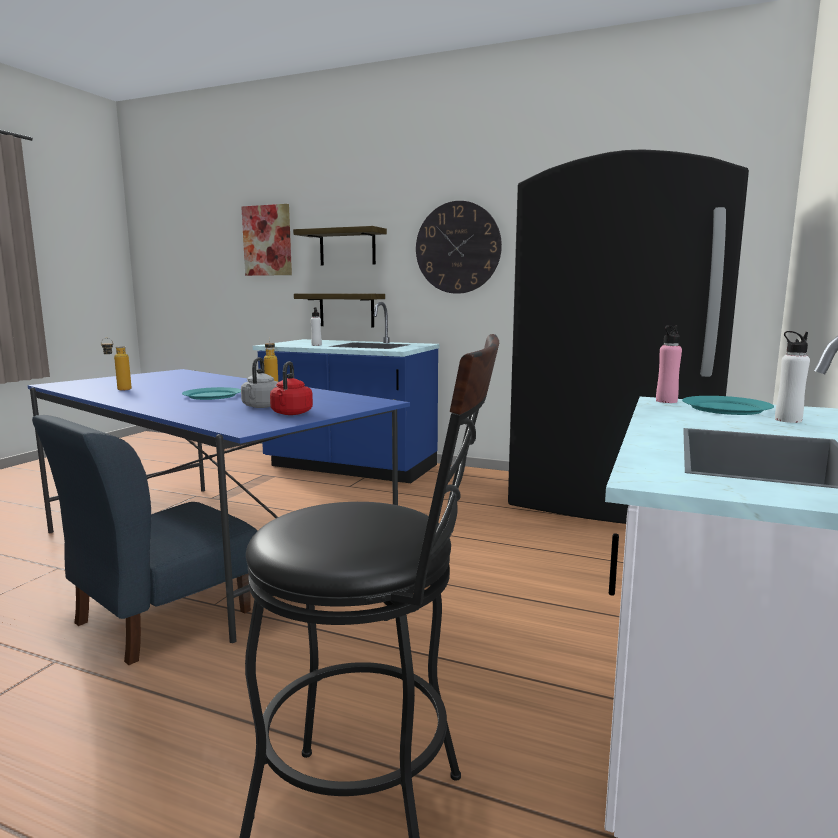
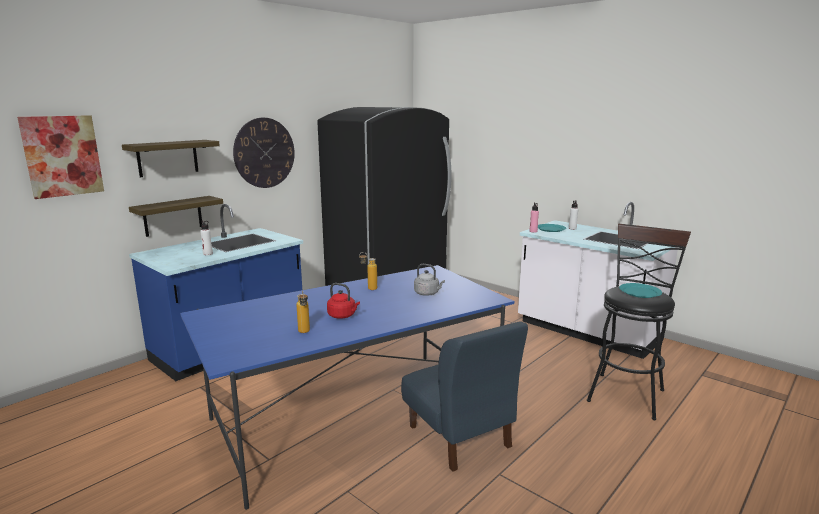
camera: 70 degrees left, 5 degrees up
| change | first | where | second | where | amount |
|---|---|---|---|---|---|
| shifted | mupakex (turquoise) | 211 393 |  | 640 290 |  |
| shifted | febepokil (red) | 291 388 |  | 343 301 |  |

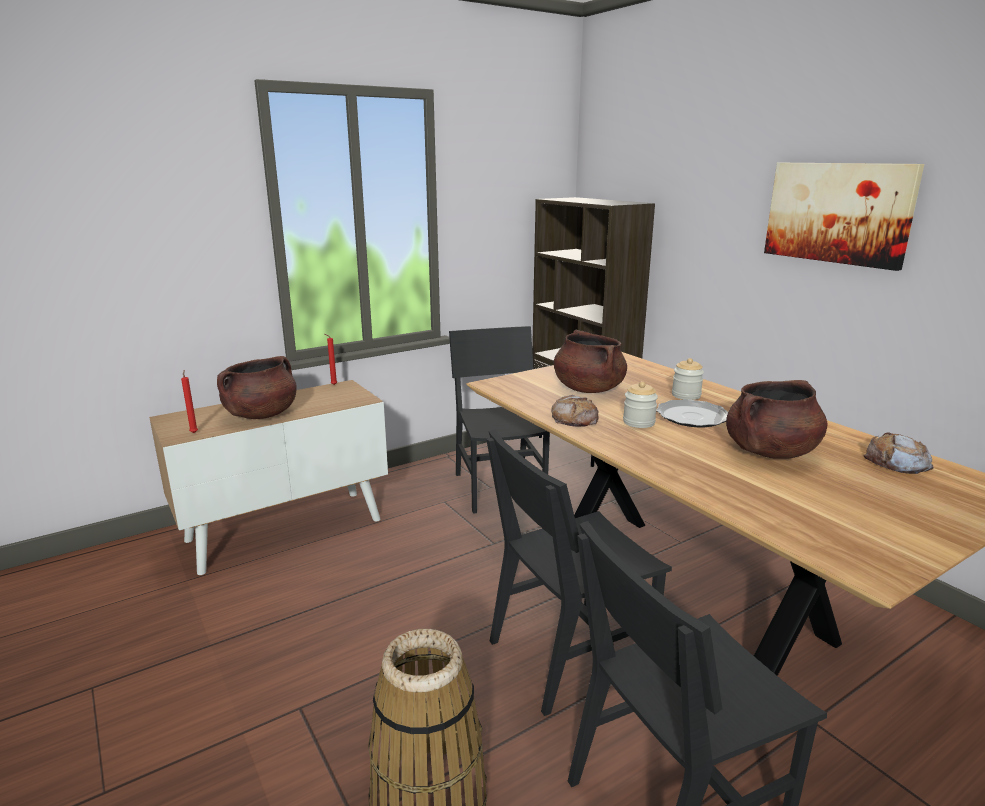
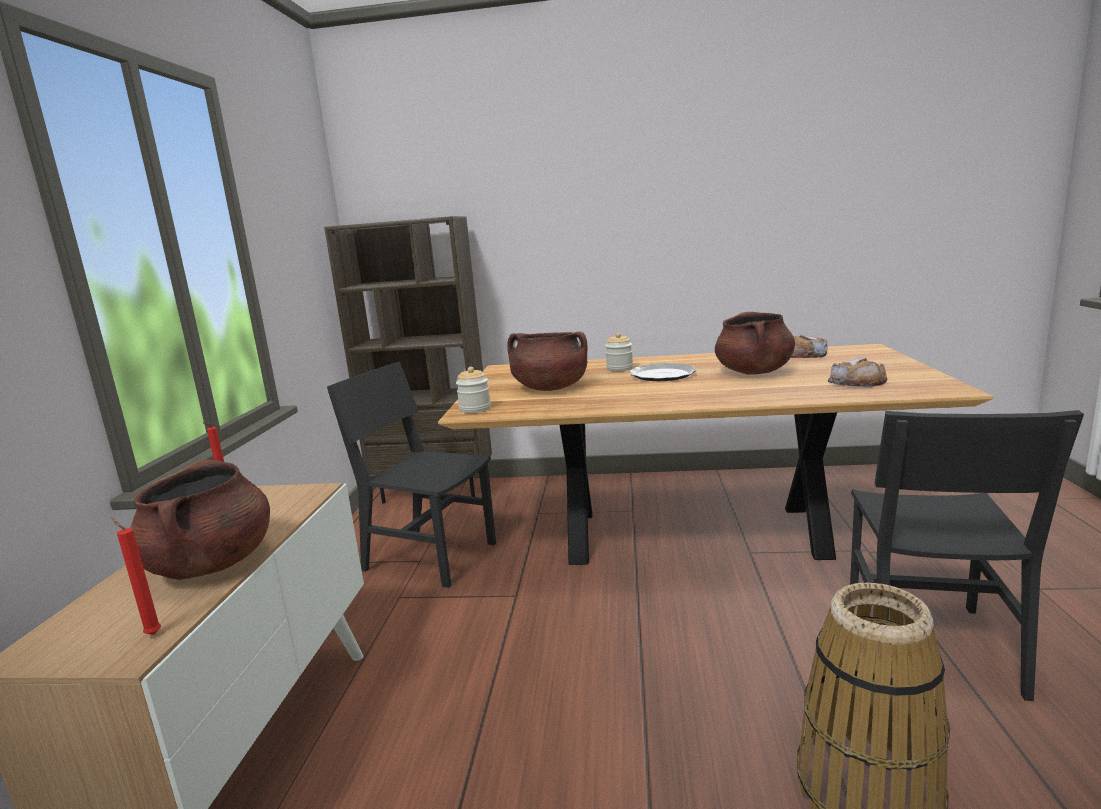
camera: 50 degrees left, 5 degrees down
| change | first | where | second | where | amount |
|---|---|---|---|---|---|
| gone | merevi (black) | 579 572 |  |  |  |
| shifted | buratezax | 575 411 |  | 857 372 |  |
| shifted | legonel | 640 404 |  | 473 390 |  |
| gone | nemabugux | 844 217 |  |  |  |

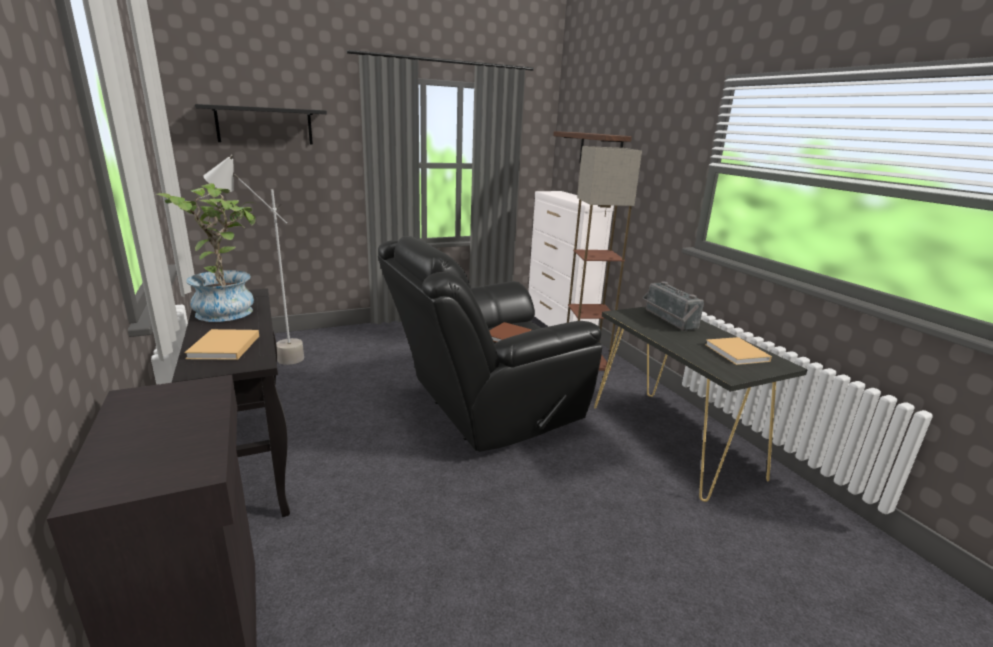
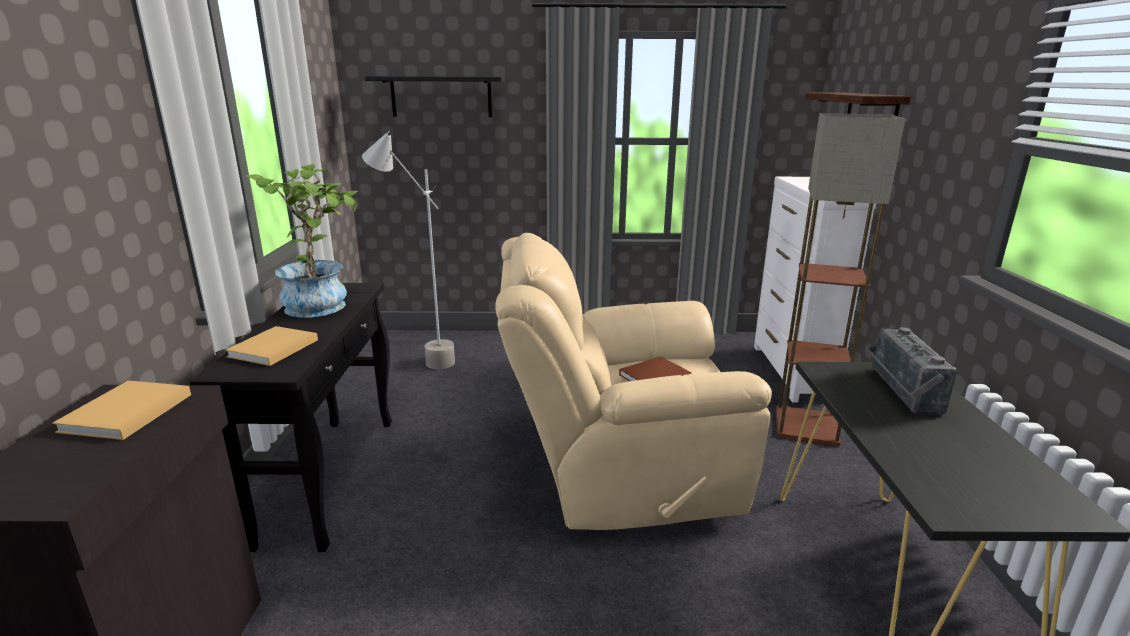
camera: 25 degrees right, 0 degrees up
| change | first | where | second | where | amount |
|---|---|---|---|---|---|
| repainted | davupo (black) | 490 344 | davupo (beige) | 633 381 |  |
| shifted | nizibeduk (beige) | 738 351 |  | 121 410 |  |

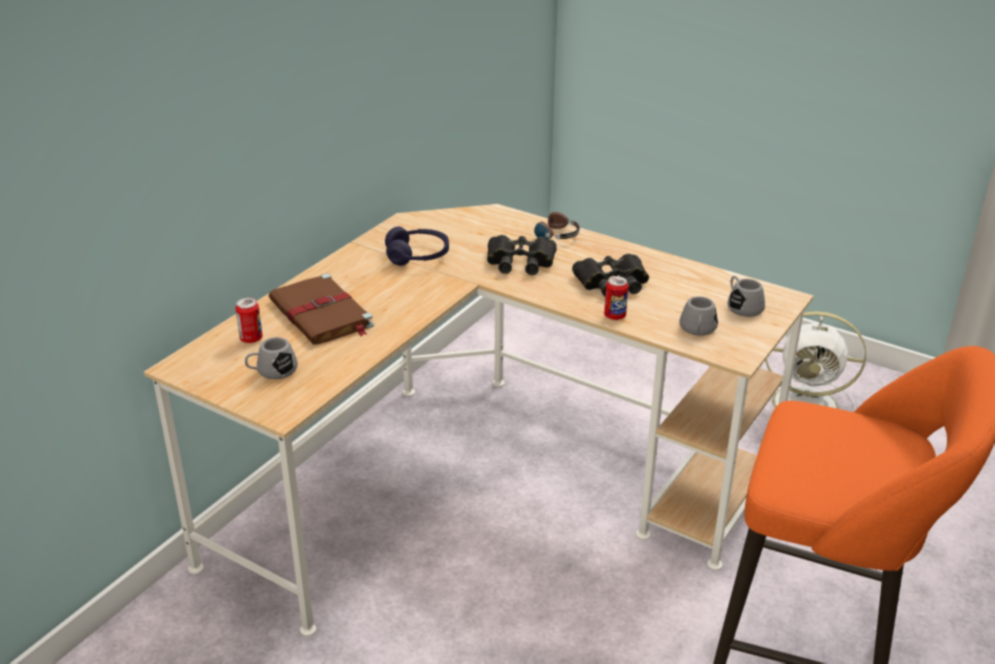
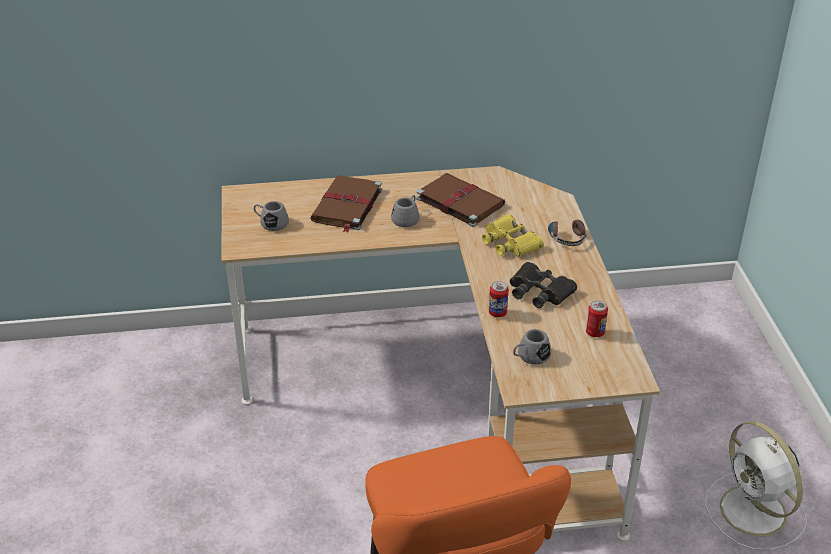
camera: 50 degrees right, 5 degrees up
| change | first | where | second | where | amount |
|---|---|---|---|---|---|
| shifted | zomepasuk | 249 320 |  | 597 318 |  |
| swapped | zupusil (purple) | 417 246 | nizibeduk (brown) | 460 200 |  |
| repainted | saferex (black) | 522 255 | saferex (yellow) | 513 235 |  |
| shifted | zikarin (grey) | 746 296 |  | 405 211 |  |

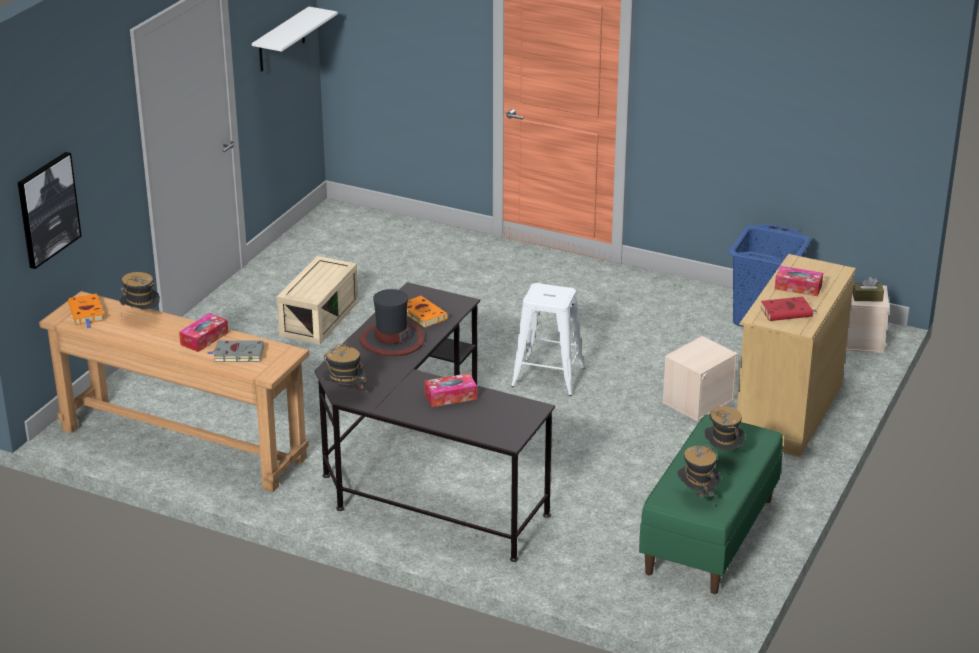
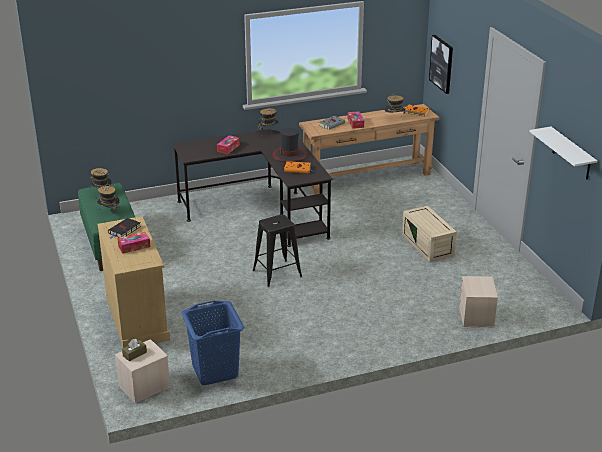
camera: 135 degrees right, 0 degrees up
| change | first | where | second | where | amount |
|---|---|---|---|---|---|
| repainted | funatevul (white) | 548 339 | funatevul (black) | 277 250 |  |
| shifted | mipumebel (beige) | 700 378 |  | 478 301 |  |
| repainted | nizibeduk (red) | 789 309 | nizibeduk (black) | 124 228 |  |

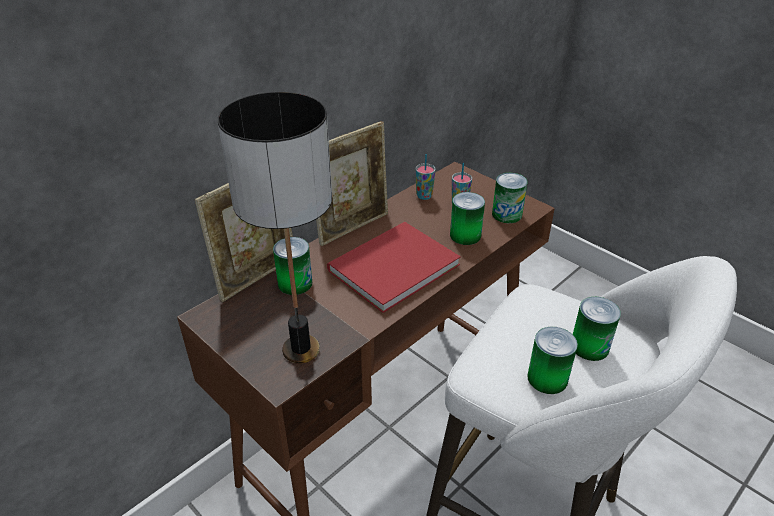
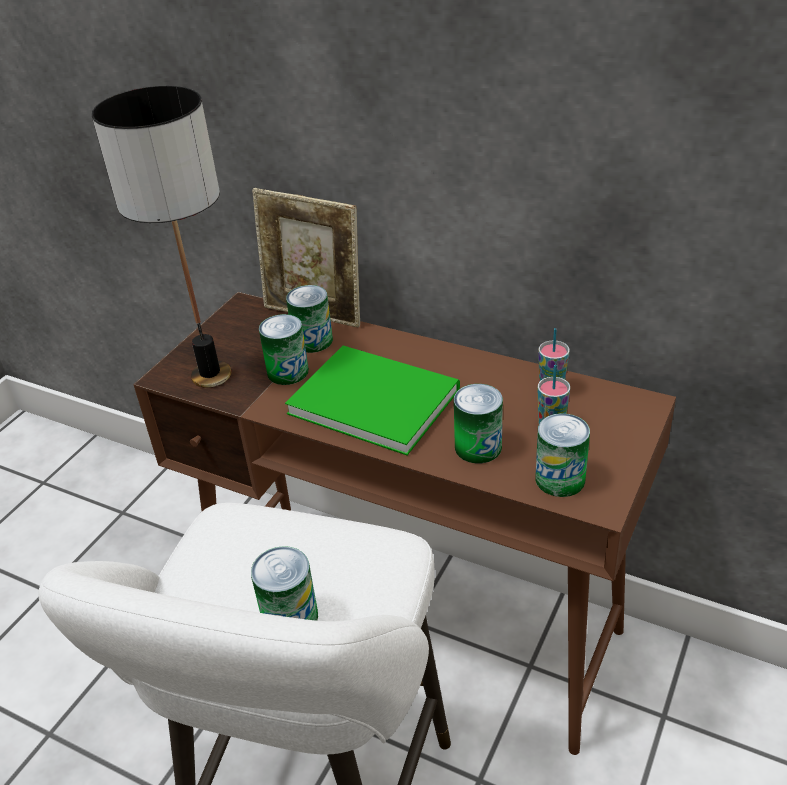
camera: 75 degrees right, 0 degrees up
| change | first | where | second | where | amount |
|---|---|---|---|---|---|
| gone | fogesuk | 352 183 |  |  |  |
| repainted | nizibeduk (red) | 394 267 | nizibeduk (green) | 372 400 |  |
| shifted | zomepasuk | 552 360 |  | 284 349 |  |

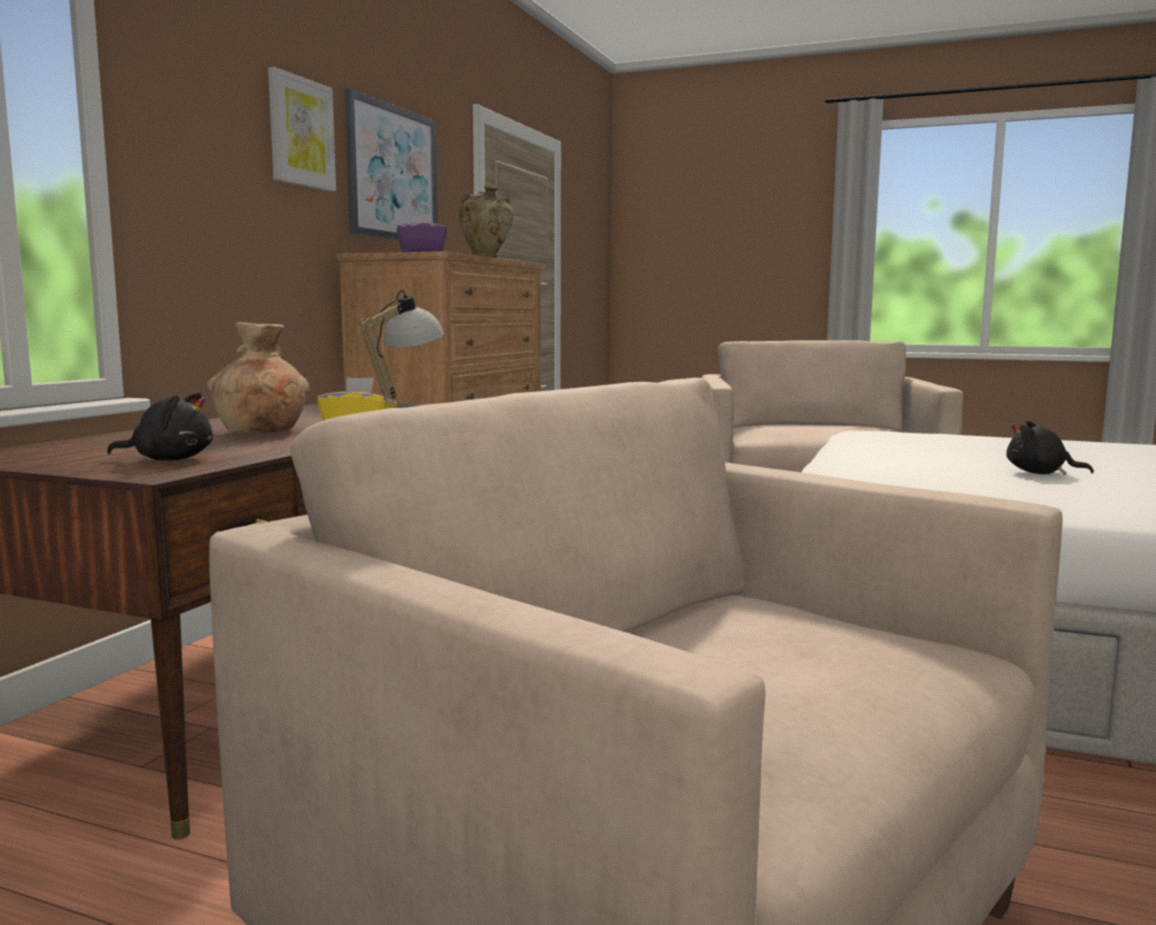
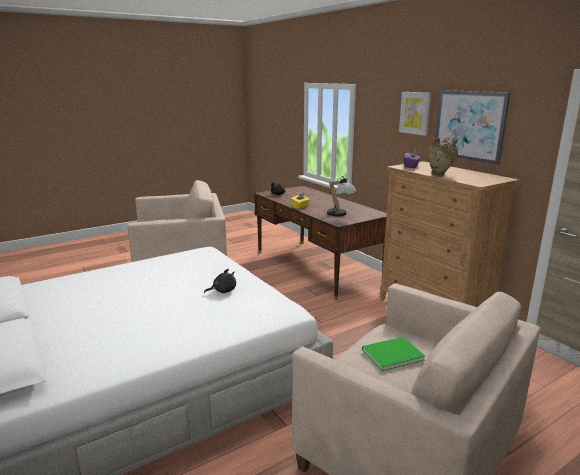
camera: 125 degrees right, 10 degrees up
| change | first | where | second | where | amount |
|---|---|---|---|---|---|
| gone | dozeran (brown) | 258 377 |  |  |  |
| shifted | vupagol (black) | 1050 448 |  | 220 281 |  |
| new |  |  | nizibeduk (green) | 393 354 |  |

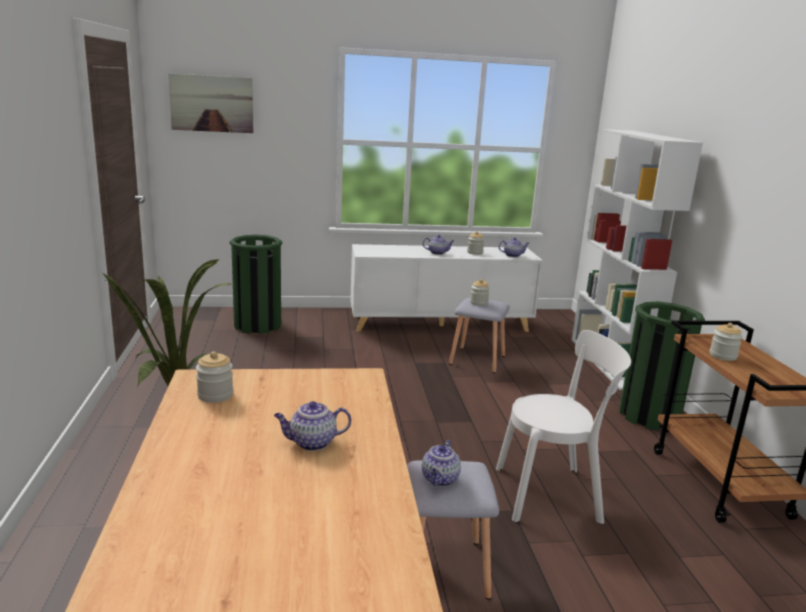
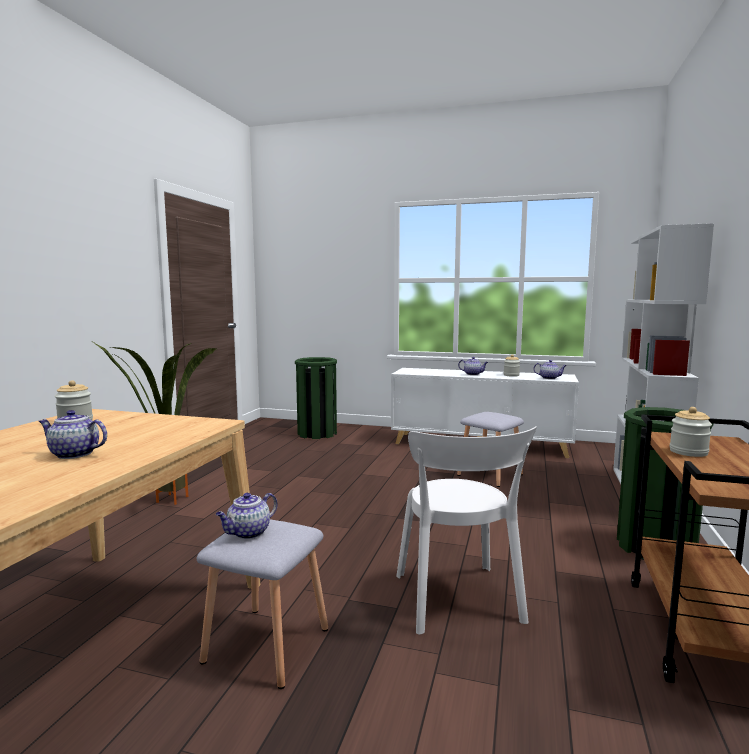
camera: 25 degrees right, 10 degrees down
| change | first | where | second | where | amount |
|---|---|---|---|---|---|
| gone | nemabugux | 210 103 |  |  |  |
| gone | legonel | 480 292 |  |  |  |
| rotated | merevi (white) | 563 427 |  | 466 530 | 60 degrees clockwise |

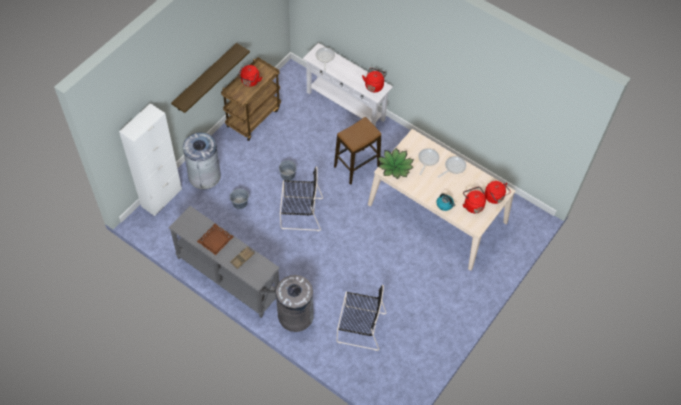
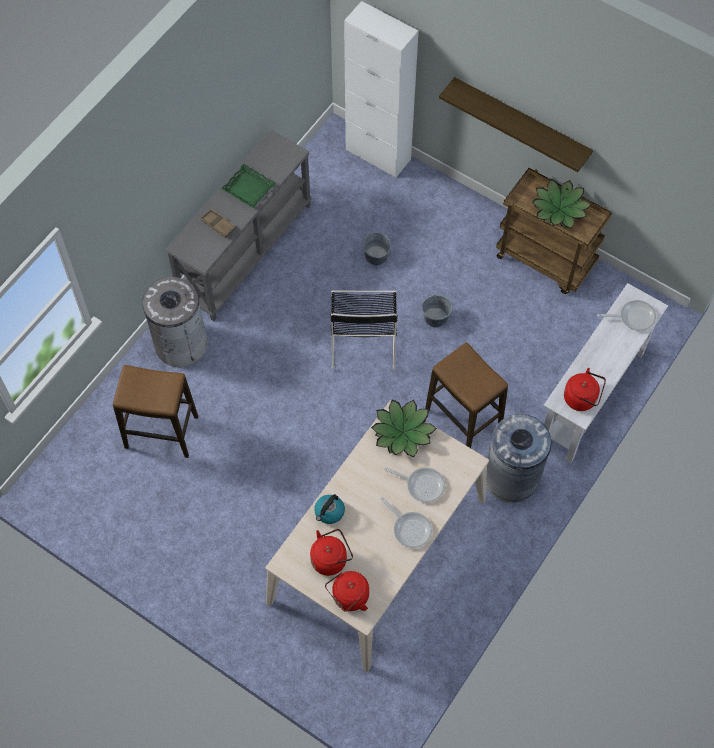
camera: 90 degrees right, 5 degrees up
| change | first | where | second | where | amount |
|---|---|---|---|---|---|
| shifted | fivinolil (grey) | 202 160 |  | 518 458 |  |
| repainted | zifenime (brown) | 215 239 | zifenime (green) | 248 185 |  |
| swapped | febepokil (red) | 250 76 | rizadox | 561 204 |  |
| swapped | merevi (black) | 362 318 | funatevul | 155 411 |  |

